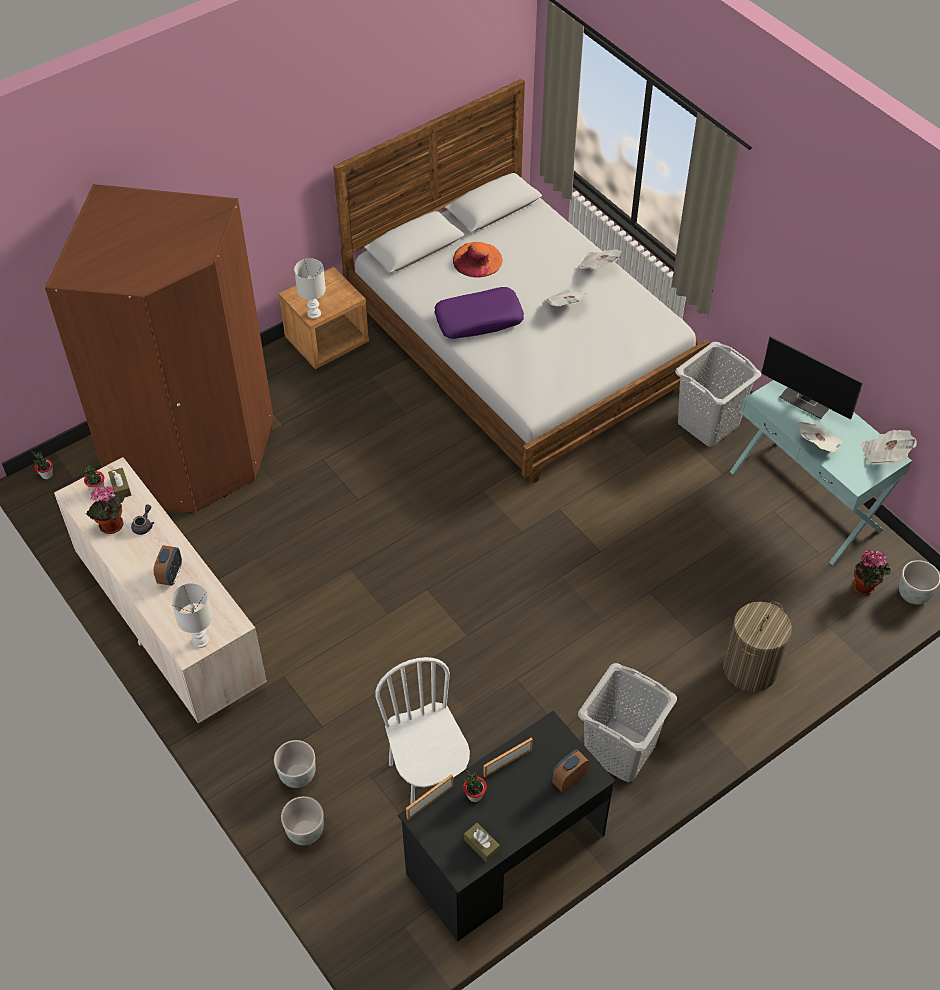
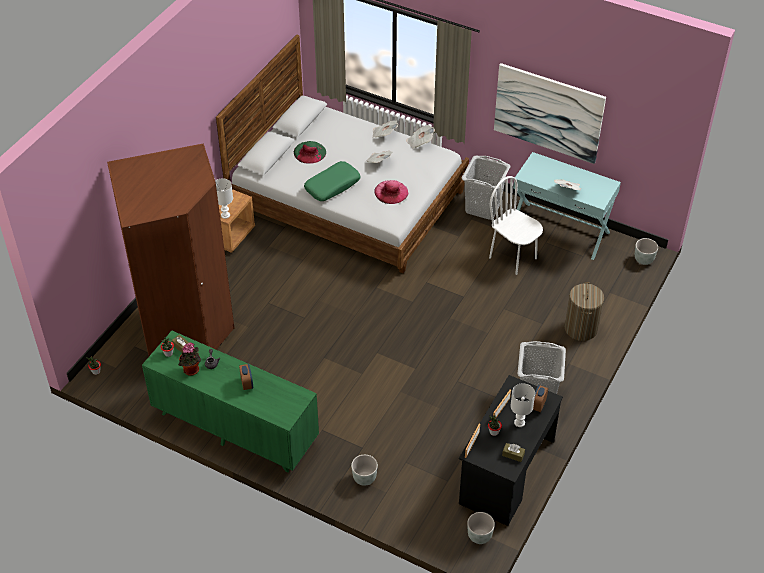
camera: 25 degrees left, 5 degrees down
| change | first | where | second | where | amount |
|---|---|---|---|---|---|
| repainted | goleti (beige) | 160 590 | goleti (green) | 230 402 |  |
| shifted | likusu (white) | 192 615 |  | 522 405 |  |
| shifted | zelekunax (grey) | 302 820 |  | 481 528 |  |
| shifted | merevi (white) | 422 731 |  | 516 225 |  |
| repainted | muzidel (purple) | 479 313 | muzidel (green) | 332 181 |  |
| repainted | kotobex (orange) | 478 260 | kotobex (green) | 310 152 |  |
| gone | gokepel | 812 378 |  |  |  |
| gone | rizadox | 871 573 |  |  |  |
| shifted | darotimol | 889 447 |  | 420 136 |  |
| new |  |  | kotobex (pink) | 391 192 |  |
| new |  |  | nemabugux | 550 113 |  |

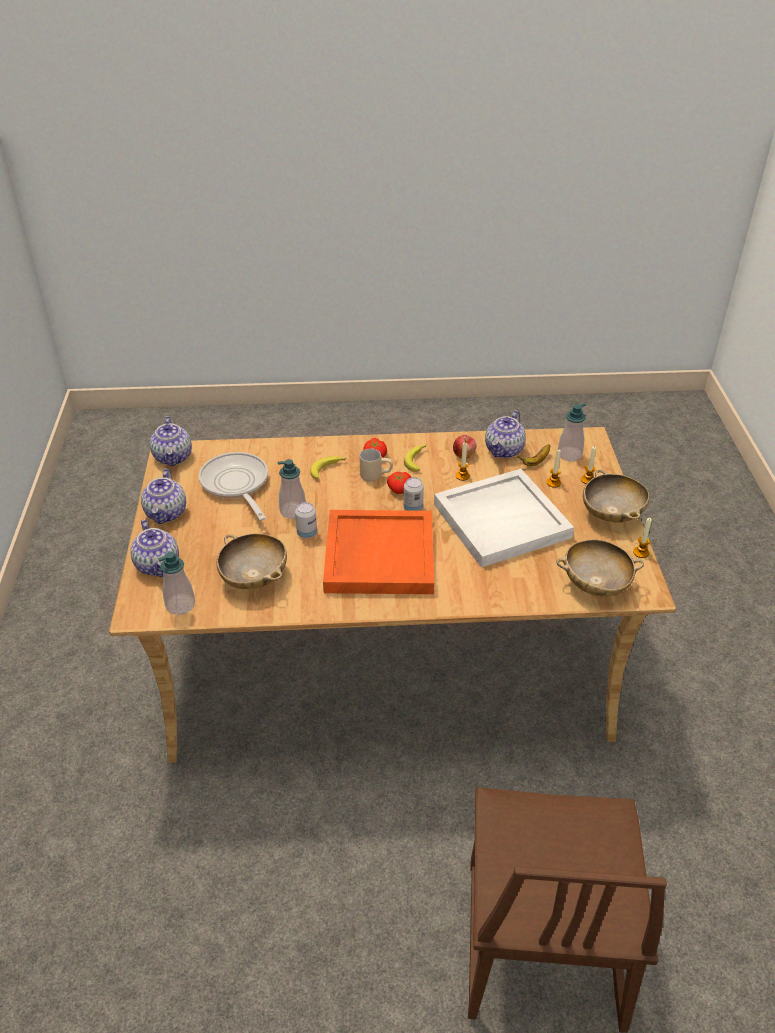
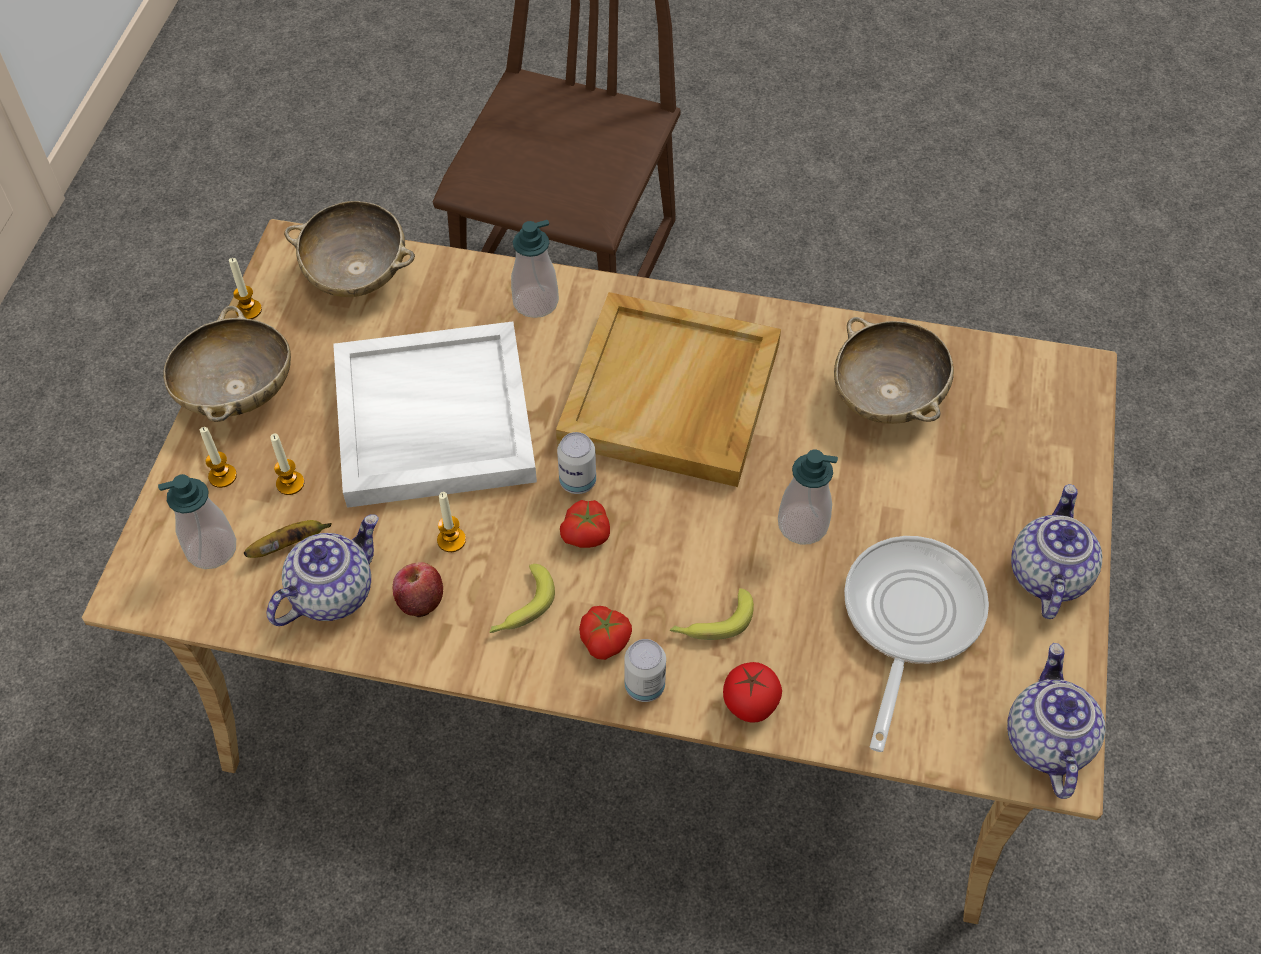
camera: 165 degrees left, 15 degrees up
| change | first | where | second | where | amount |
|---|---|---|---|---|---|
| gone | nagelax | 154 548 |  |  |  |
| shifted | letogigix | 176 583 |  | 535 269 |  |
| rotated | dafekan | 233 486 |  | 916 644 | 150 degrees counterclockwise |
| shifted | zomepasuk | 306 520 |  | 645 670 |  |
| repainted | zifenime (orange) | 378 552 | zifenime (beige) | 668 389 |  |
| gone | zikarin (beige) | 376 465 |  |  |  |
| new |  |  | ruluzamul | 752 692 |  |

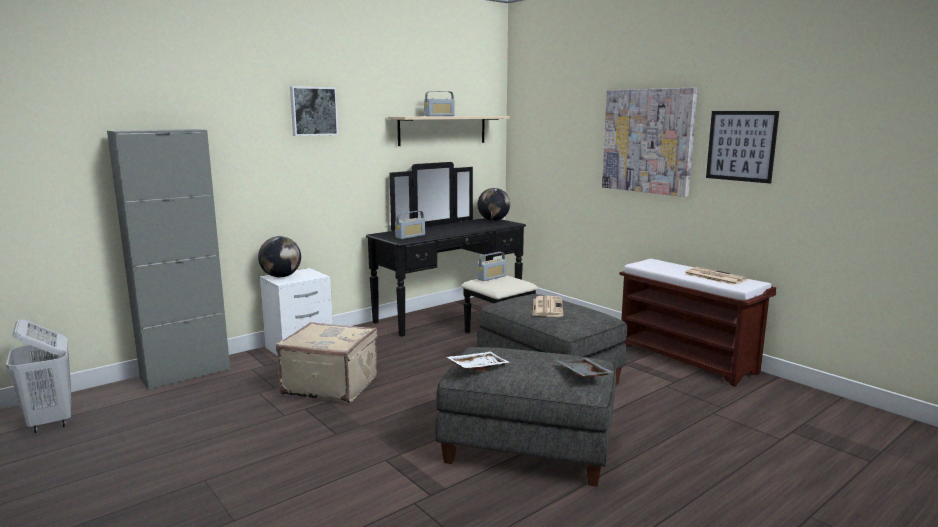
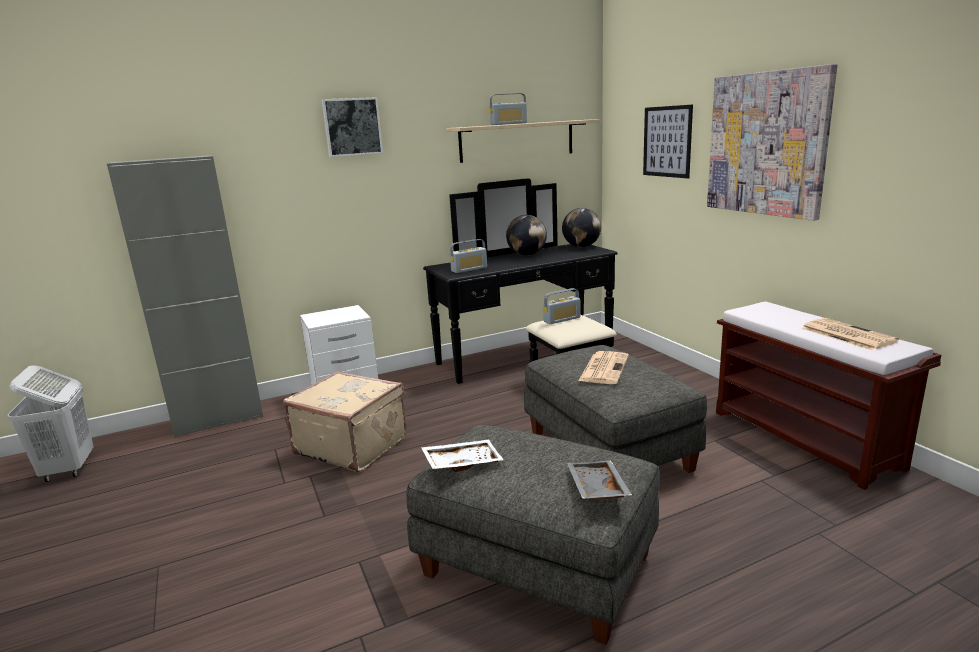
camera: 15 degrees right, 5 degrees up
| change | first | where | second | where | amount |
|---|---|---|---|---|---|
| shifted | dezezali | 279 256 |  | 526 235 |  |
| shifted | nemabugux | 742 147 |  | 668 141 |  |

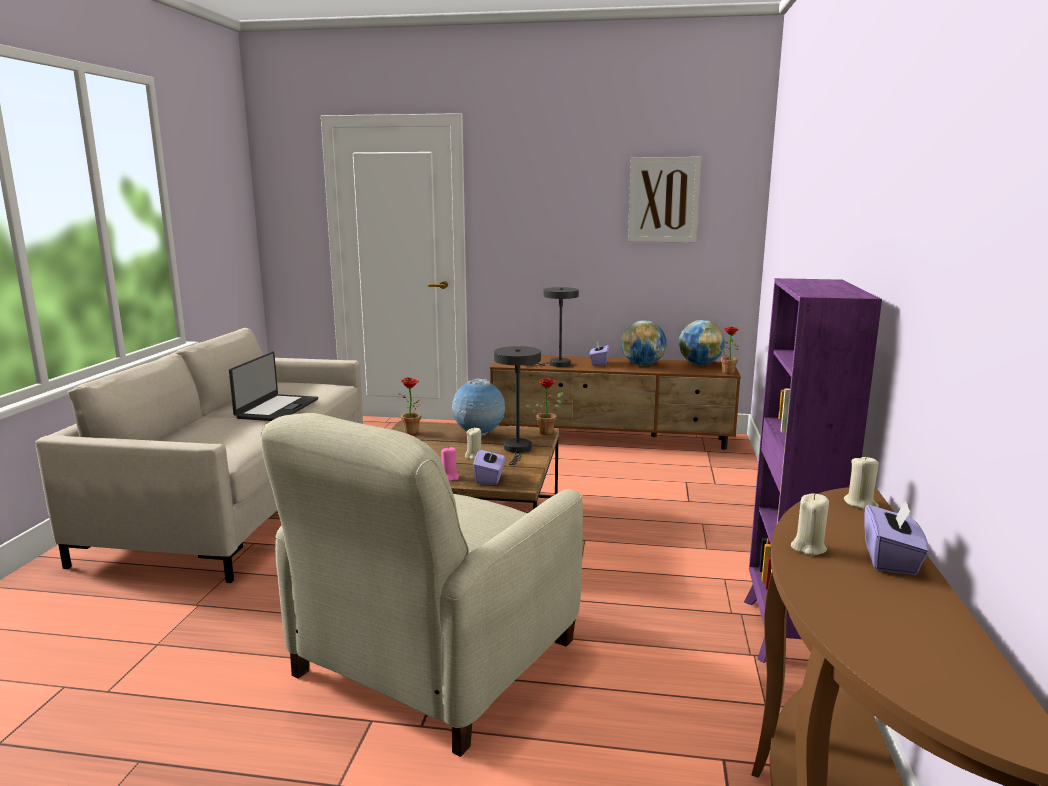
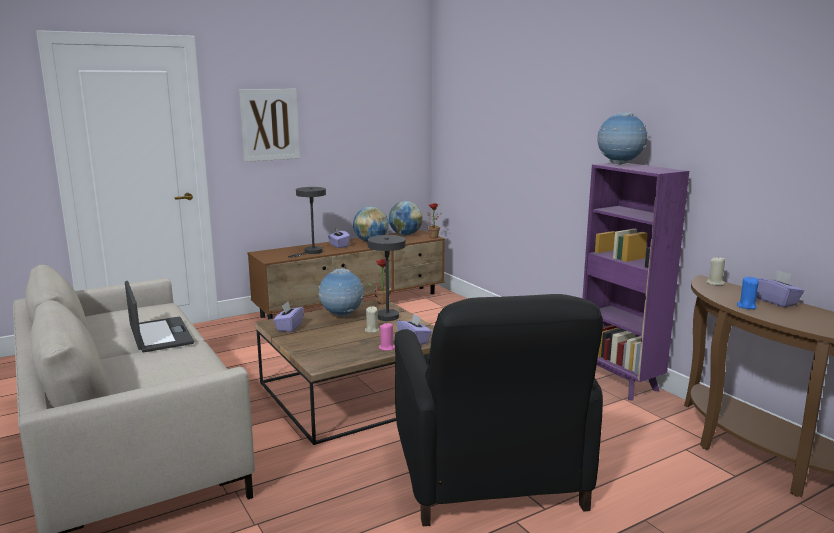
camera: 40 degrees left, 0 degrees up
| change | first | where | second | where | amount |
|---|---|---|---|---|---|
| repainted | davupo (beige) | 421 585 | davupo (black) | 499 410 |  |
| swapped | rizadox | 410 406 | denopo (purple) | 288 317 |  |
| shifted | nemabugux | 664 199 |  | 269 125 |  |
| repainted | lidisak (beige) | 810 524 | lidisak (blue) | 748 293 |  |
| new |  |  | dezezali | 622 138 |  |

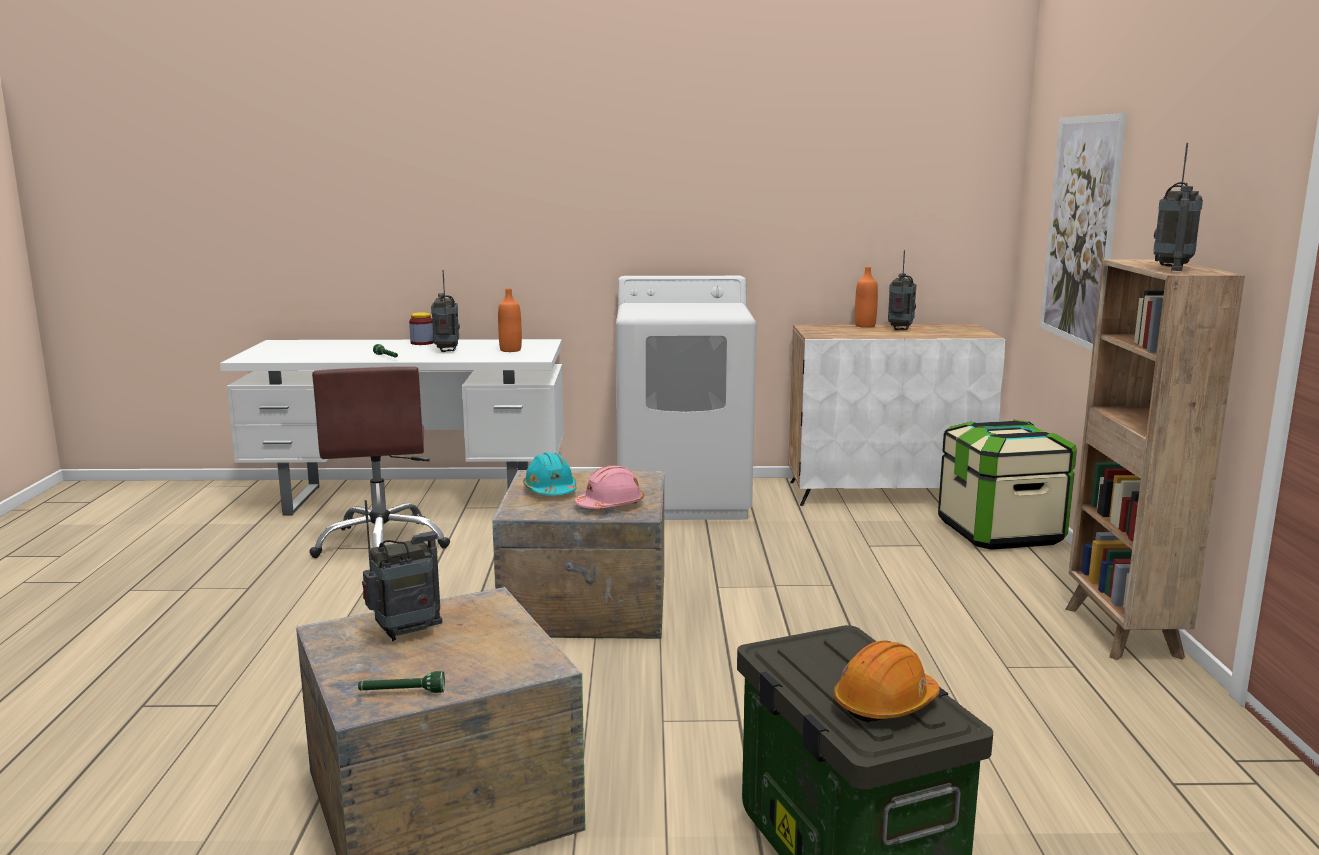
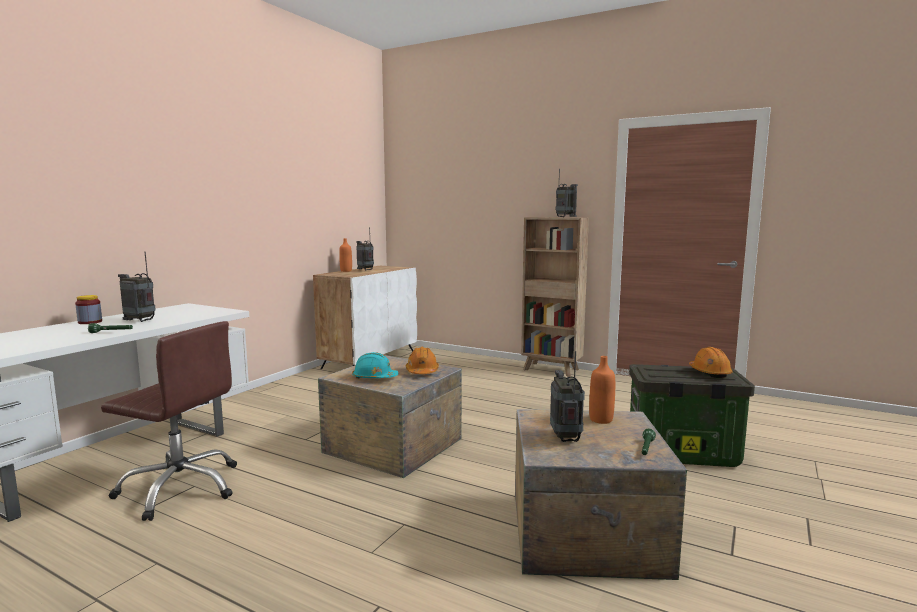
camera: 60 degrees left, 5 degrees down
| change | first | where | second | where | amount |
|---|---|---|---|---|---|
| shifted | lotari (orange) | 510 320 |  | 602 390 |  |
| repainted | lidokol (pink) | 609 487 | lidokol (orange) | 422 360 |  |
| gone | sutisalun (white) | 686 398 |  |  |  |
| gone | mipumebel | 1007 485 |  |  |  |
| gone | nemabugux | 1083 232 |  |  |  |

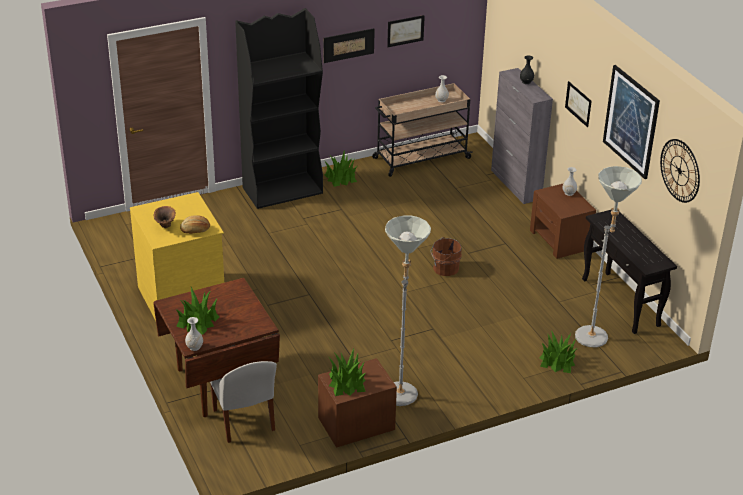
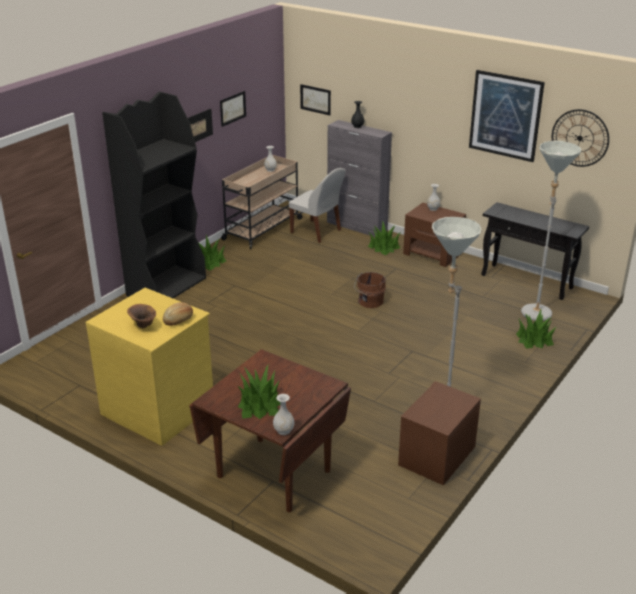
camera: 30 degrees left, 5 degrees down
| change | first | where | second | where | amount |
|---|---|---|---|---|---|
| shifted | merevi (white) | 243 402 |  | 317 205 |  |
| shifted | rizadox | 347 372 |  | 384 238 |  |
| shifted | nemabugux | 578 104 |  | 315 99 |  |

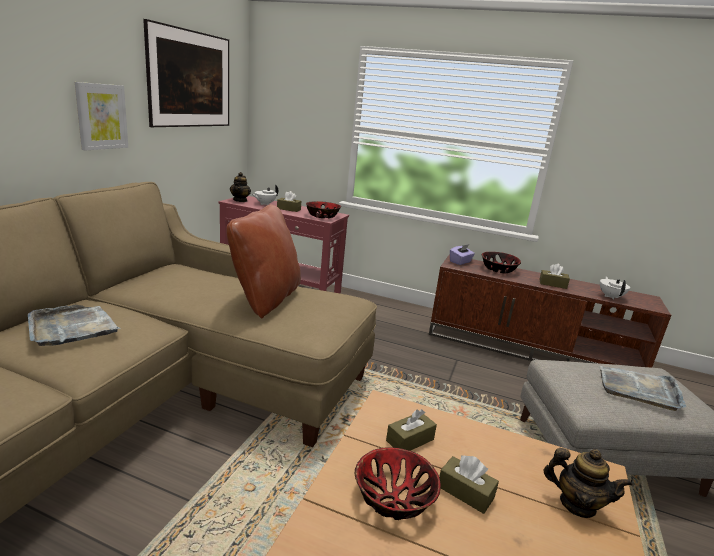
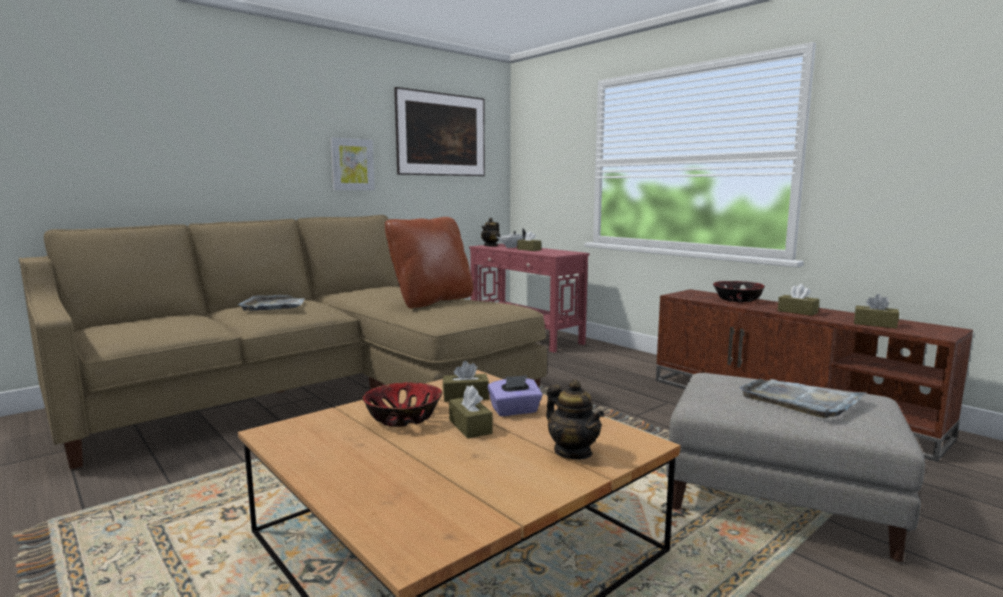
camera: 30 degrees right, 10 degrees down
| change | first | where | second | where | amount |
|---|---|---|---|---|---|
| gone | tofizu | 323 209 |  |  |  |
| shifted | denopo (purple) | 462 254 |  | 515 395 |  |
| swapped | nagelax (white) | 615 288 | denopo (brown) | 876 311 |  |

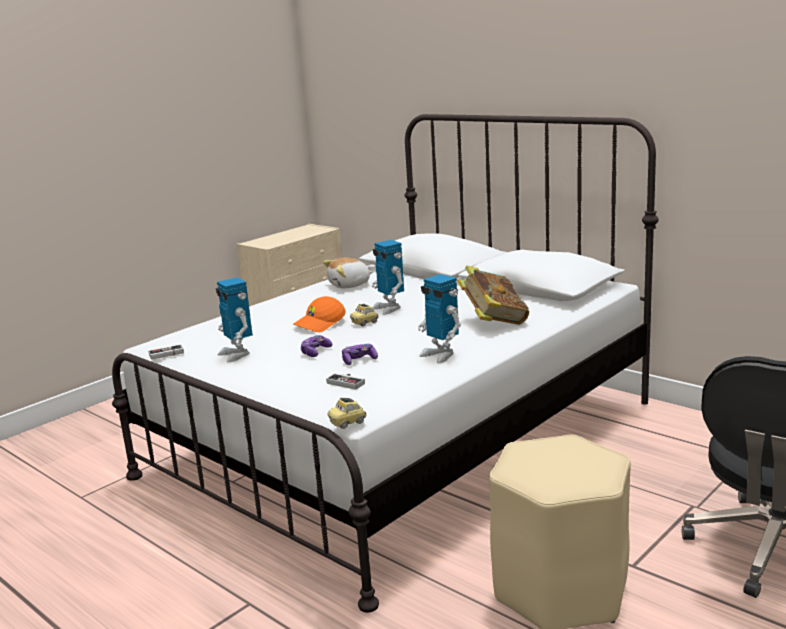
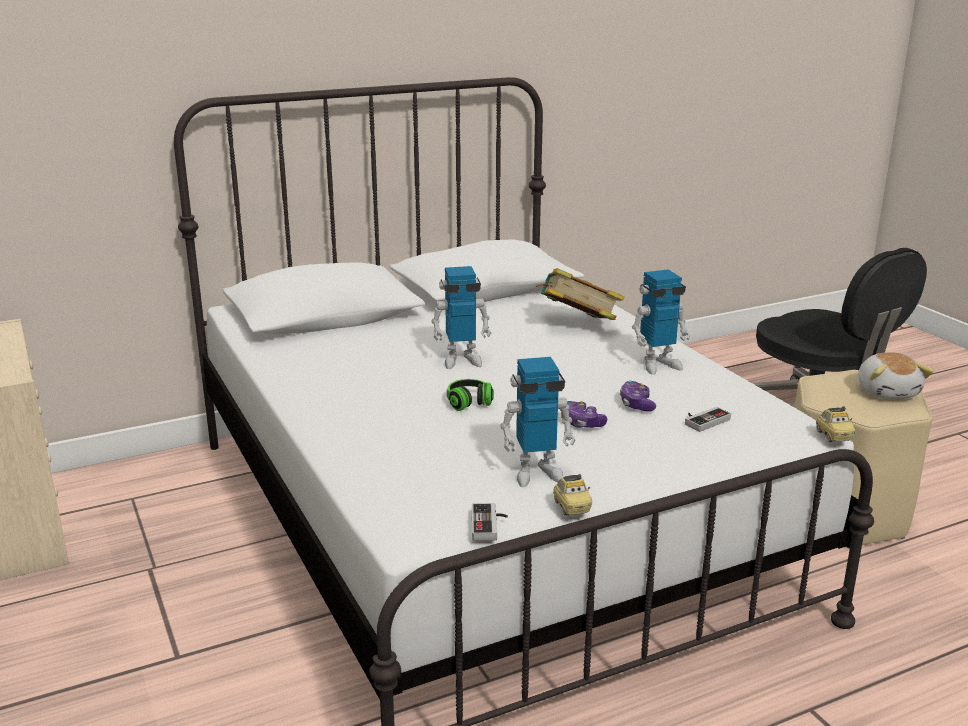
camera: 70 degrees left, 5 degrees up
| change | first | where | second | where | amount |
|---|---|---|---|---|---|
| swapped | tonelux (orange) | 319 314 | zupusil | 470 395 |  |
| shifted | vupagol | 348 273 |  | 896 375 |  |
| shifted | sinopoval | 364 315 |  | 572 495 |  |

